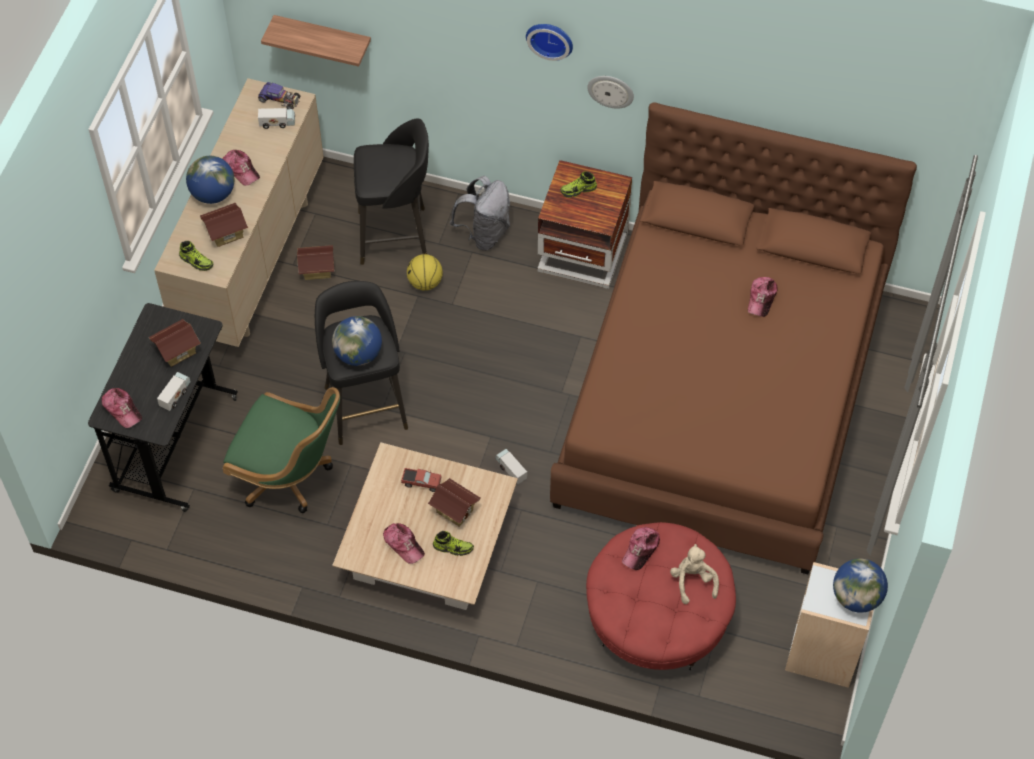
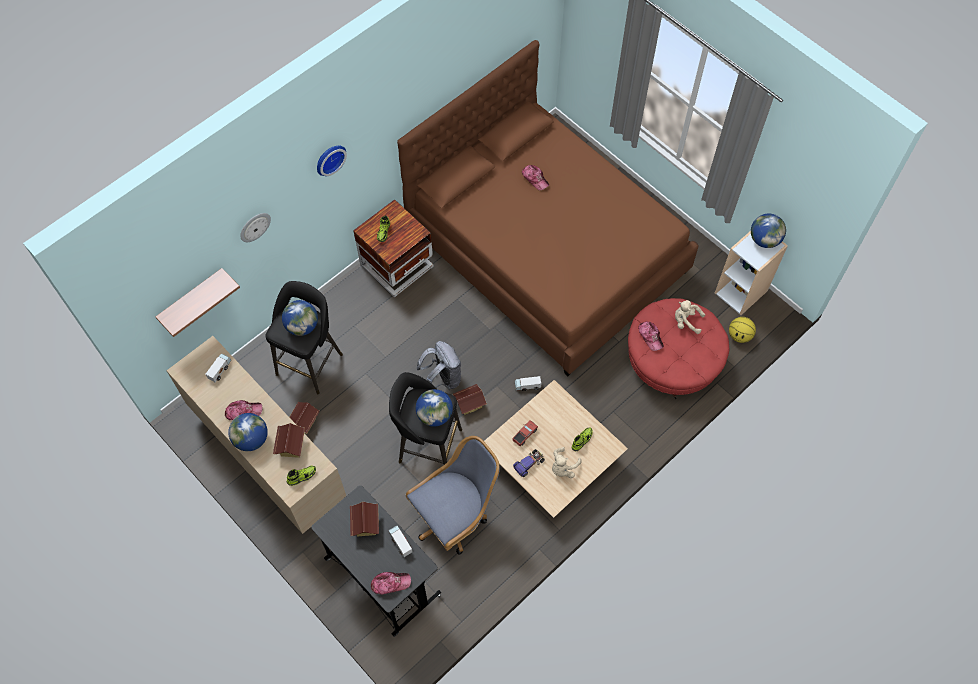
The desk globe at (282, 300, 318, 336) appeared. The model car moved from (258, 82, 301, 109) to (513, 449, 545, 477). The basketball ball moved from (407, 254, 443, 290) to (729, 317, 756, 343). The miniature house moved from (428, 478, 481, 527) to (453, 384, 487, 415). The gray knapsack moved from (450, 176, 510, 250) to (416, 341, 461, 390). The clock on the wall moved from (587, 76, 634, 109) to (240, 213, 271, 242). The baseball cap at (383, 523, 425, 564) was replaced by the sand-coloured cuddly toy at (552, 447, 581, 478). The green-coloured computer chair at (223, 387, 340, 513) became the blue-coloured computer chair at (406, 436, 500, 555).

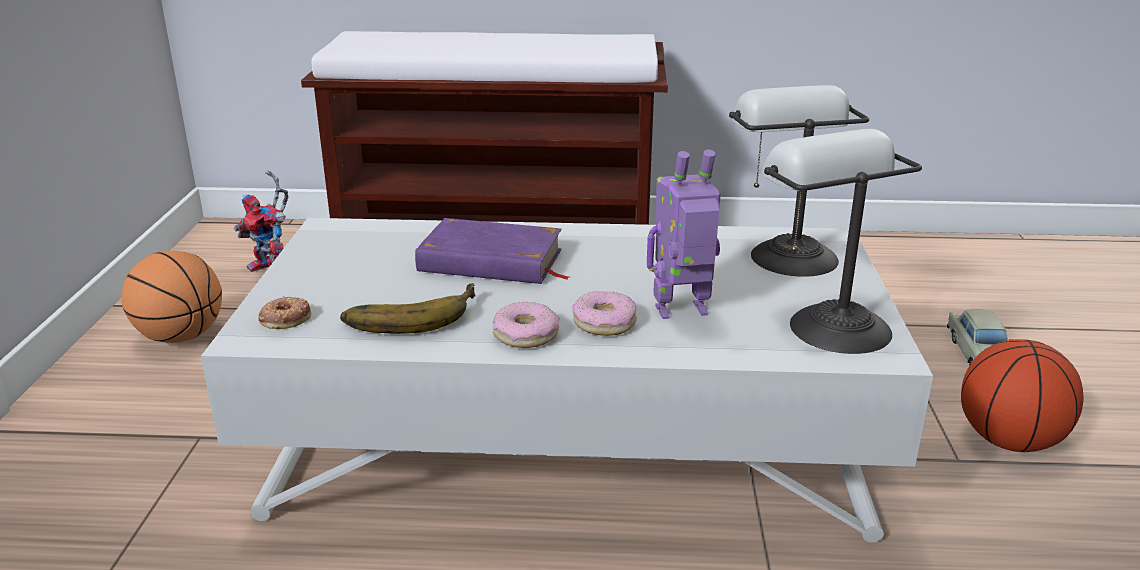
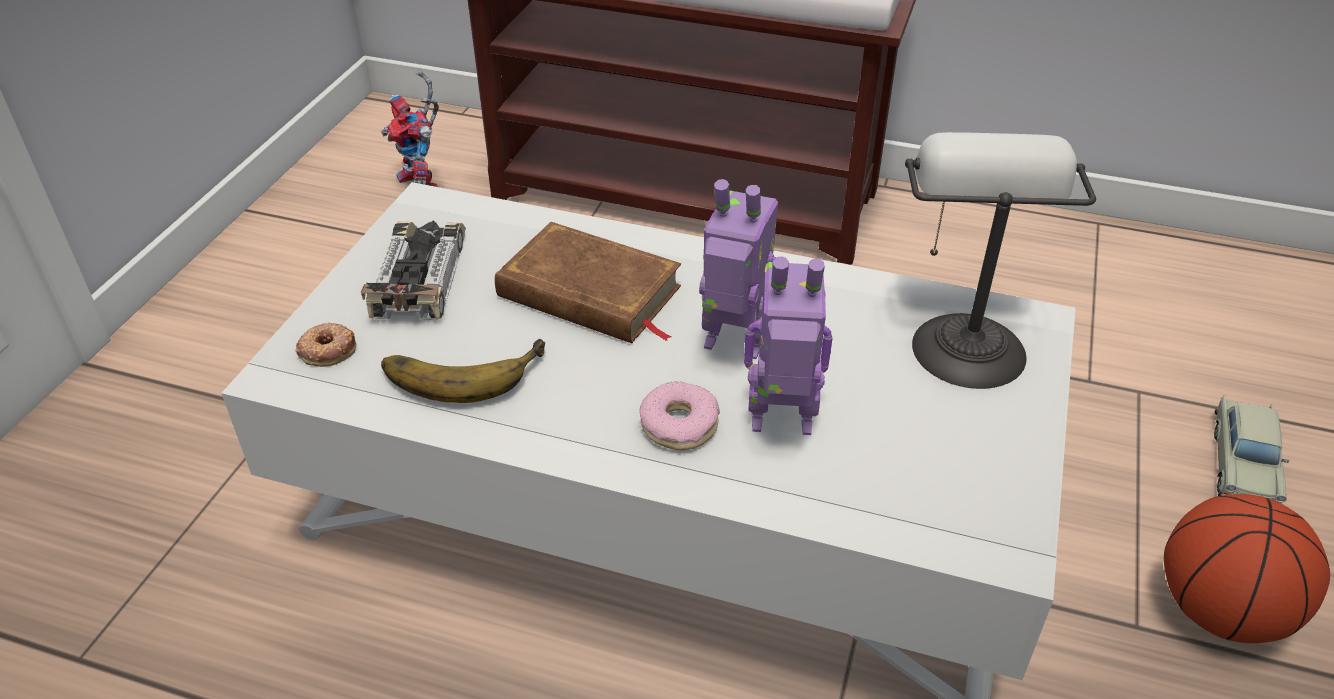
The basketball ball at (122, 251, 222, 343) disappeared. The doughnut at (492, 302, 560, 348) disappeared. The table lamp at (761, 129, 922, 354) disappeared. The model car at (360, 220, 466, 320) appeared. The model robot at (699, 179, 778, 359) appeared. The purplish volume at (415, 218, 569, 284) became the brownish volume at (495, 222, 681, 343).

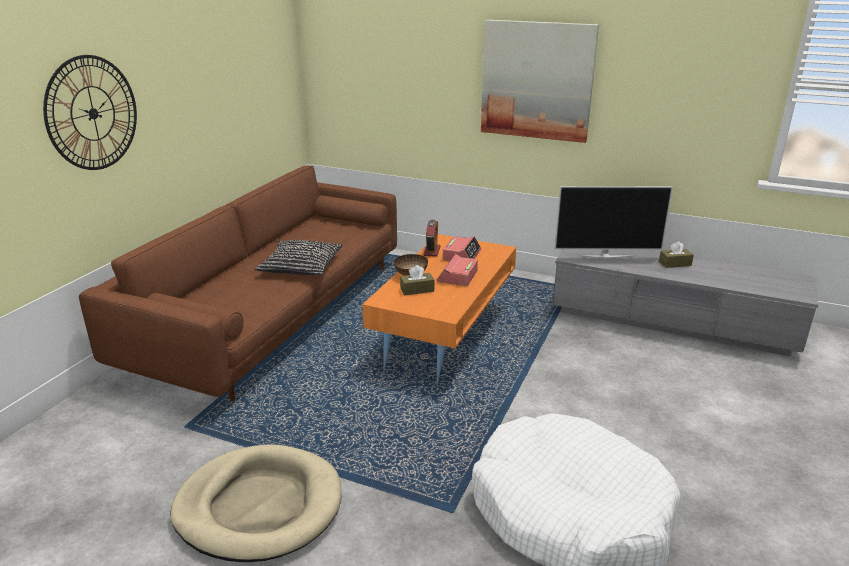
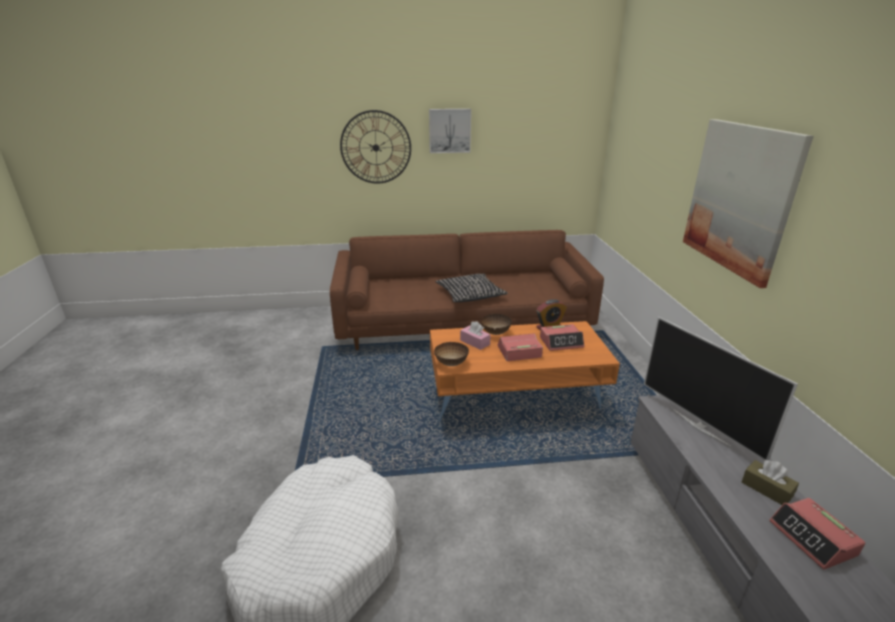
The sand-coloured pet bed at (170, 444, 342, 562) disappeared. The wall picture at (429, 109, 471, 153) appeared. The serving bowl at (434, 342, 469, 366) appeared. The bedside clock at (769, 498, 865, 570) appeared. The brownish tissue box at (400, 265, 434, 295) became the pink tissue box at (460, 321, 491, 350).

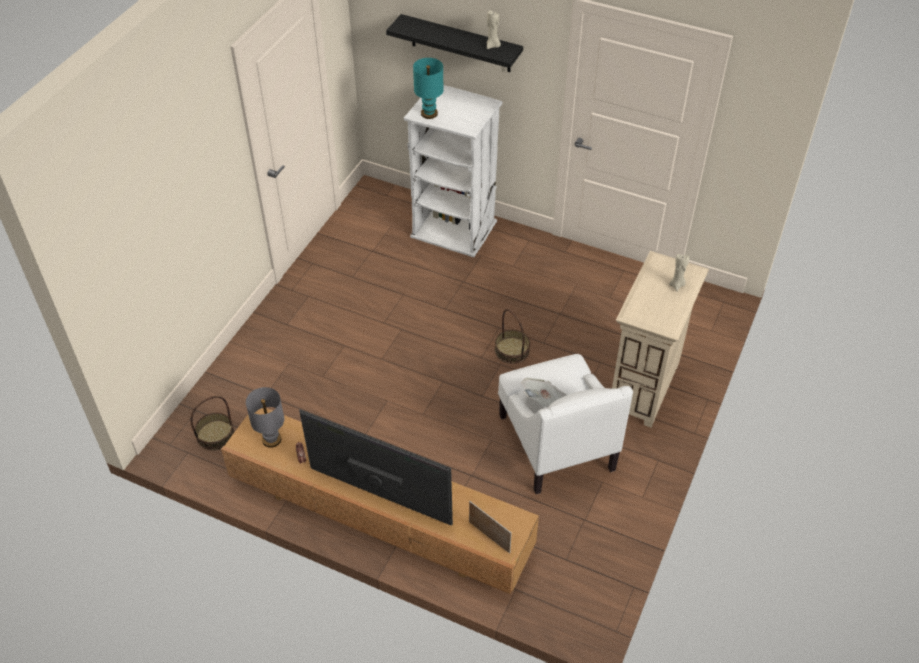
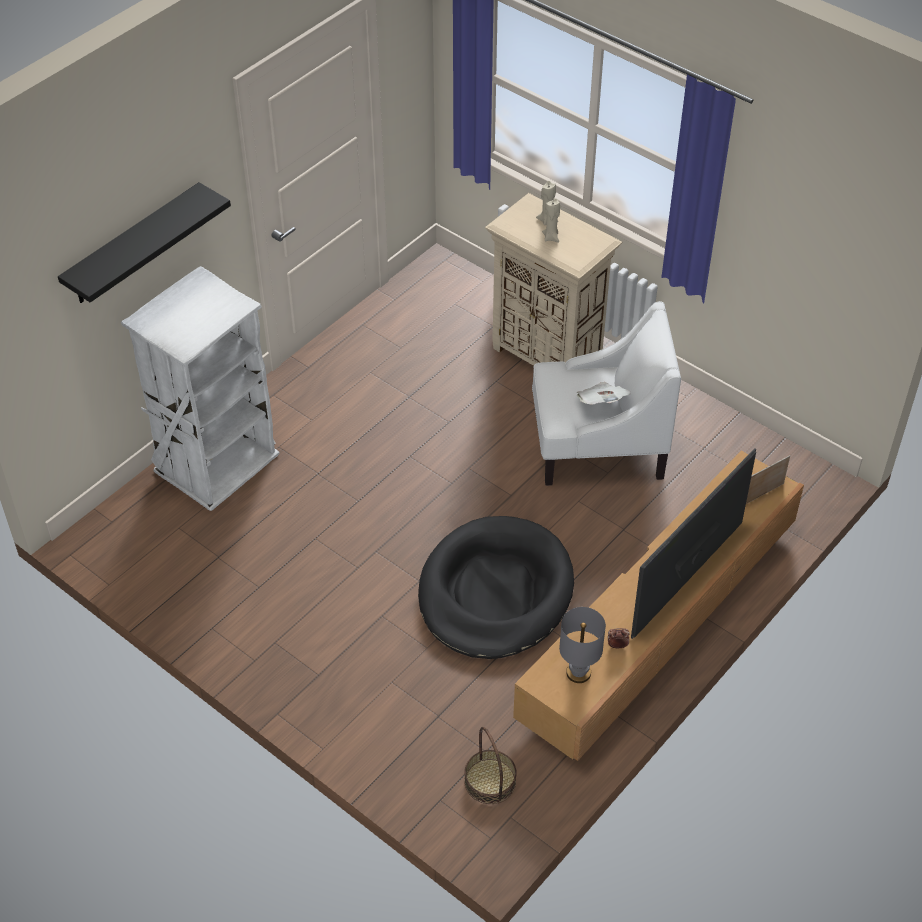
The blue-green table lamp at (413, 58, 444, 119) disappeared. The basket at (495, 309, 530, 364) disappeared. The black-coloured pet bed at (418, 516, 574, 659) appeared. The sand-coloured candle moved from (486, 10, 501, 49) to (542, 198, 560, 242).

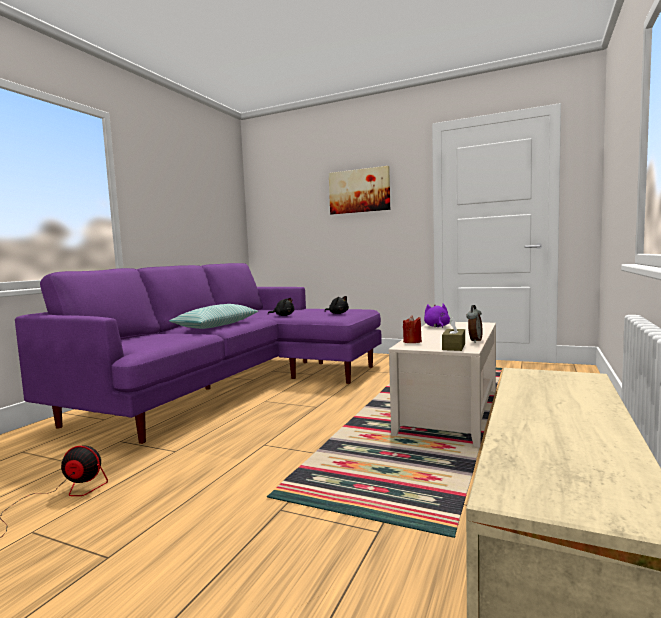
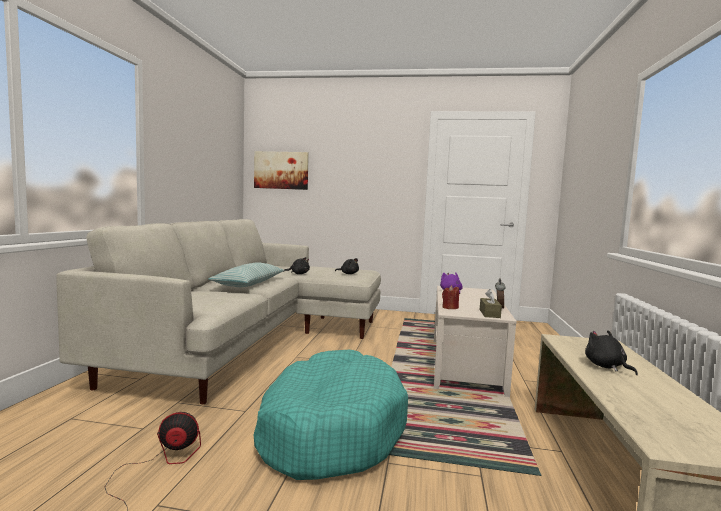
The blue-green pet bed at (254, 350, 408, 480) appeared. The black-coloured cuddly toy at (585, 330, 638, 375) appeared. The wall picture moved from (329, 166, 390, 215) to (254, 151, 309, 190). The purplish couch at (15, 263, 382, 444) became the sand-coloured couch at (56, 219, 381, 404).

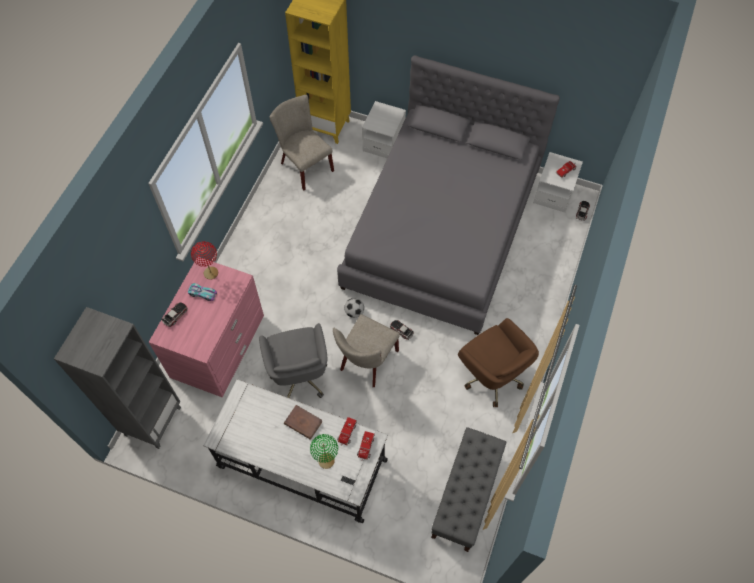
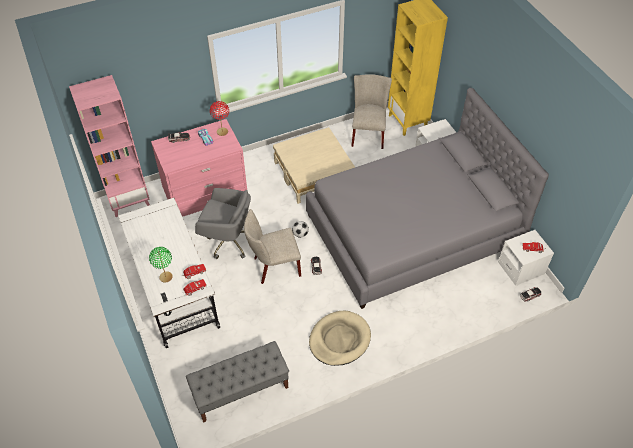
The brownish volume at (284, 405, 323, 440) disappeared. The sand-coloured lounge table at (273, 127, 355, 204) appeared. The brownish computer chair at (458, 318, 539, 407) was replaced by the sand-coloured pet bed at (309, 311, 371, 366). The gray bookcase at (54, 307, 181, 449) became the pink bookcase at (69, 75, 150, 217). The gray computer chair at (259, 323, 327, 398) turned 105 degrees counterclockwise.

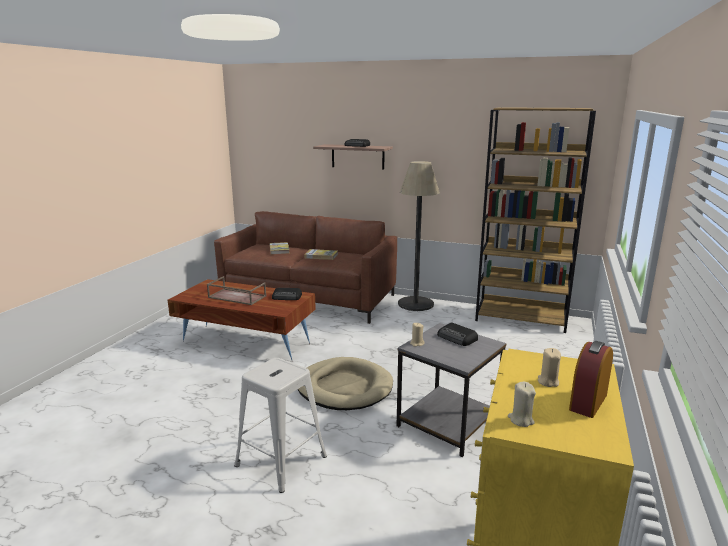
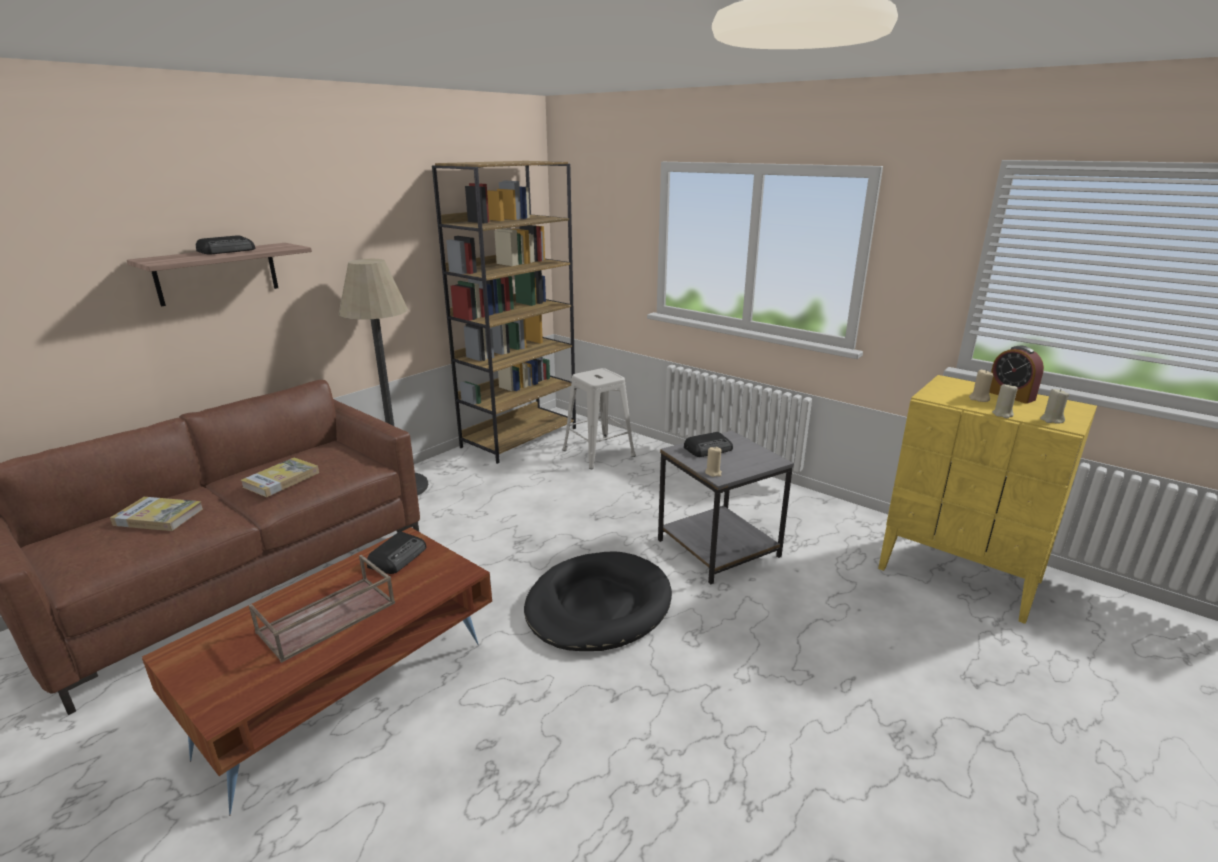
The sand-coloured candle at (992, 383, 1018, 418) appeared. The white-coloured sitting stool moved from (234, 358, 327, 493) to (563, 368, 636, 469). The sand-coloured pet bed at (297, 357, 393, 410) became the black-coloured pet bed at (524, 551, 672, 651).

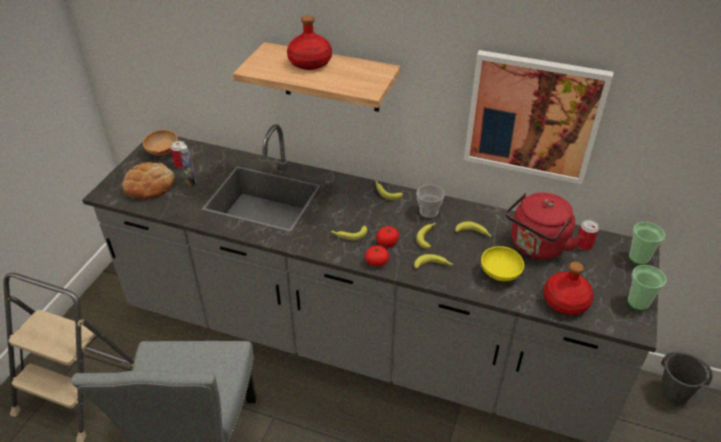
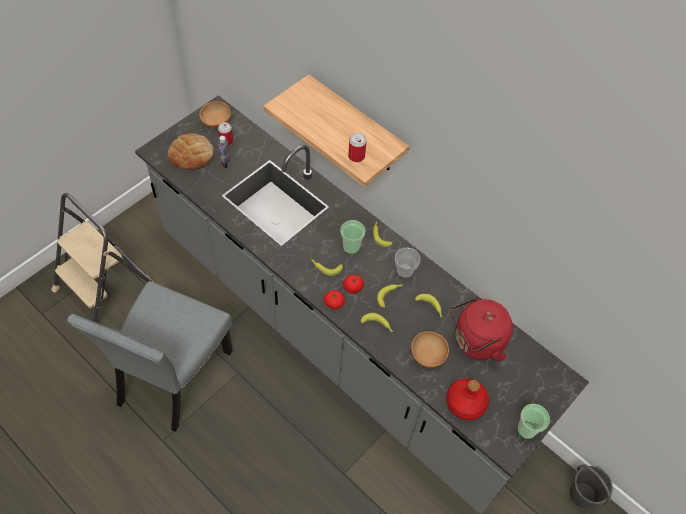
The reddish drink bottle at (287, 15, 332, 70) disappeared. The wall picture at (464, 50, 614, 184) disappeared. The metal can moved from (577, 220, 599, 250) to (348, 133, 367, 162). The cup moved from (629, 222, 665, 265) to (340, 220, 366, 254). The yellow-coloured serving bowl at (481, 246, 524, 281) became the brownish serving bowl at (411, 331, 449, 367).

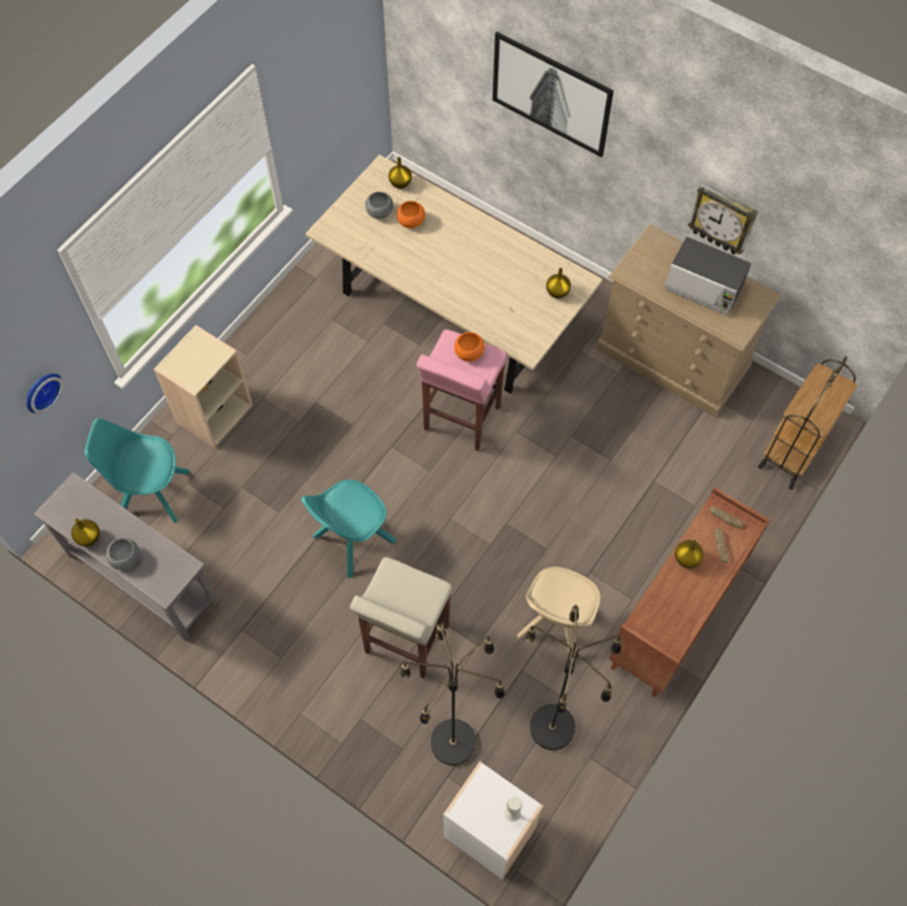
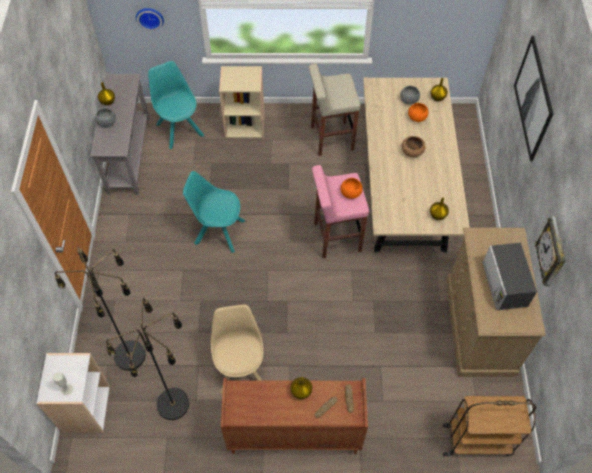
The brownish serving bowl at (402, 136, 426, 157) appeared. The sand-coloured sitting stool moved from (350, 557, 452, 679) to (309, 63, 361, 156). The sand-coloured plain chair at (517, 567, 601, 662) turned 90 degrees clockwise.

